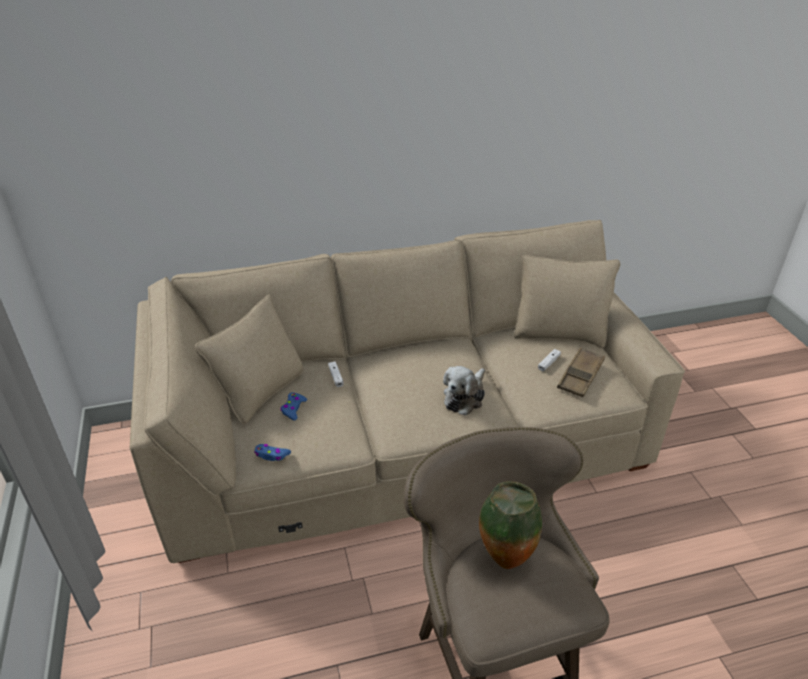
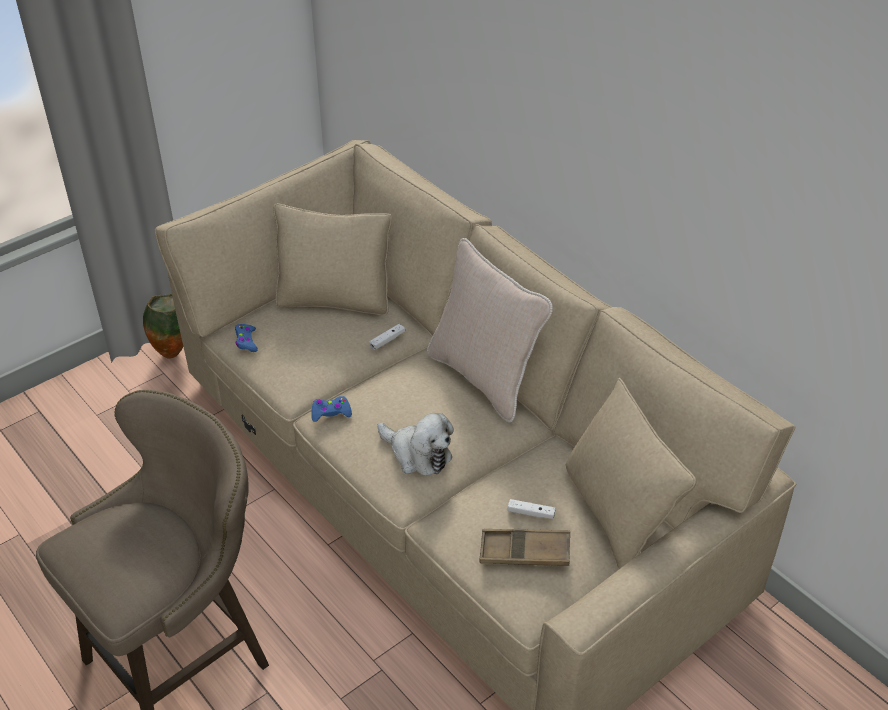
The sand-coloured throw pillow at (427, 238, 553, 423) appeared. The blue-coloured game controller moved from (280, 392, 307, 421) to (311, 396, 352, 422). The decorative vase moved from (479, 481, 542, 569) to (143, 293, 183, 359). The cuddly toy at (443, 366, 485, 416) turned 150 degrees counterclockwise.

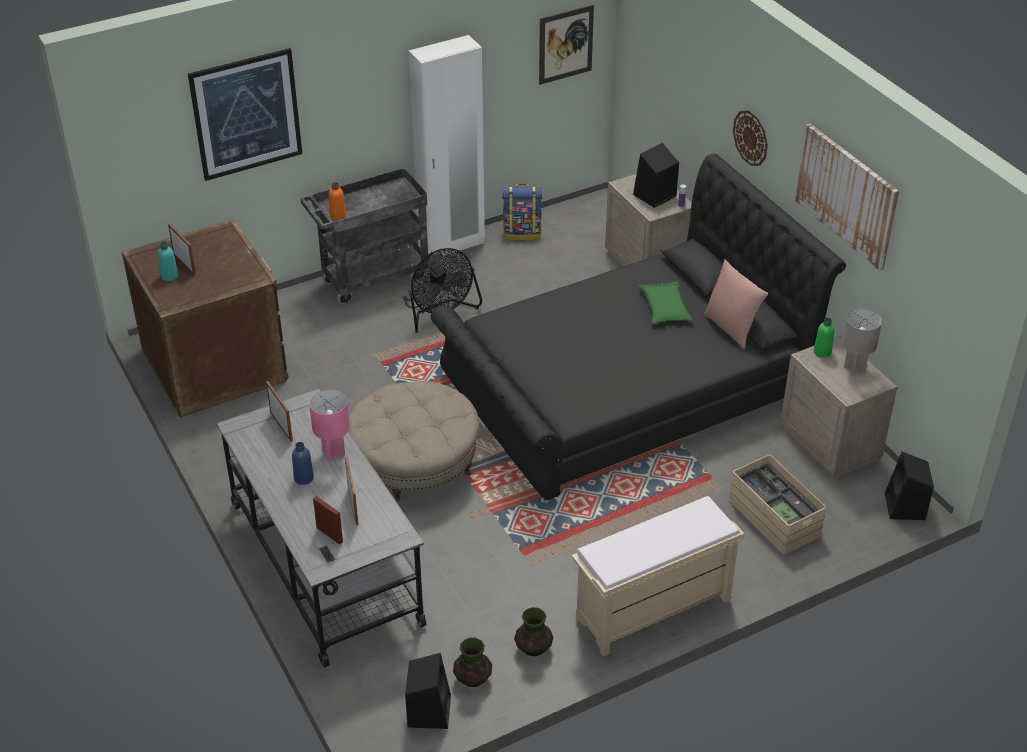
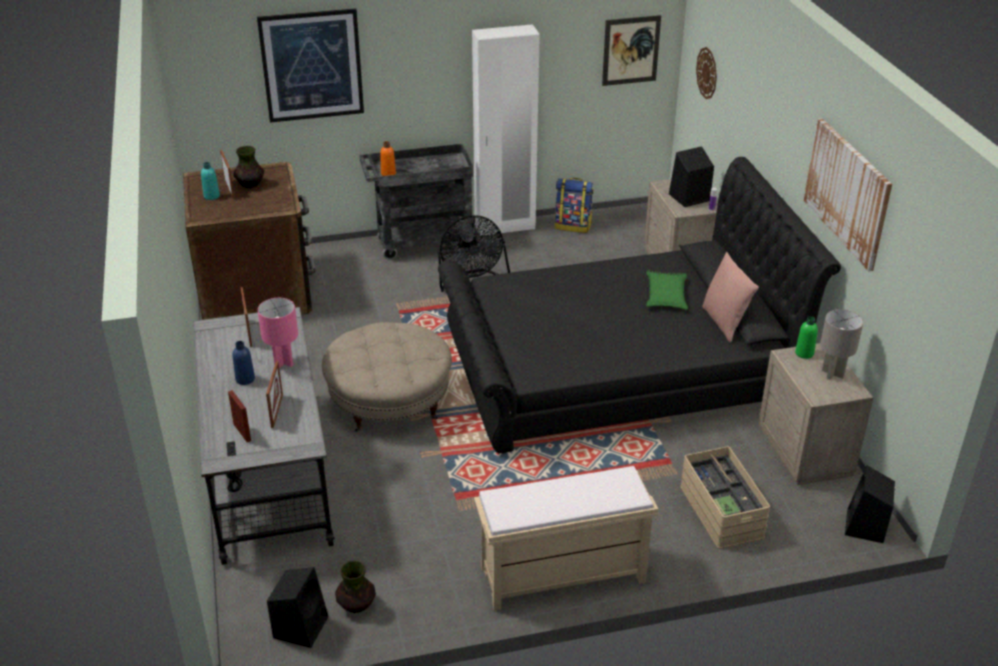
The decorative vase moved from (514, 607, 553, 656) to (233, 146, 264, 188). The clock on the wall moved from (733, 110, 768, 166) to (696, 47, 717, 99).

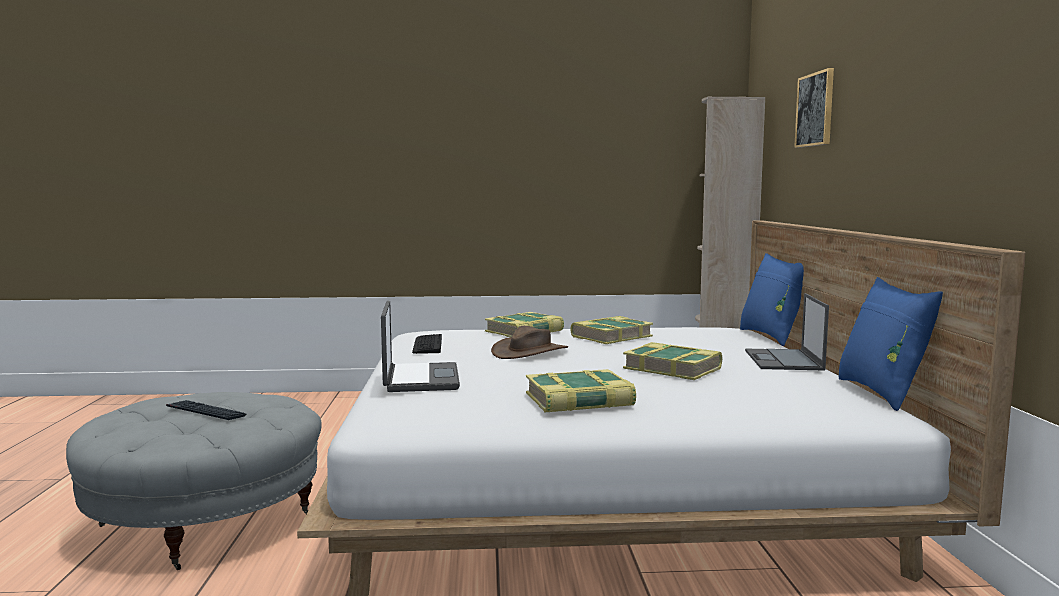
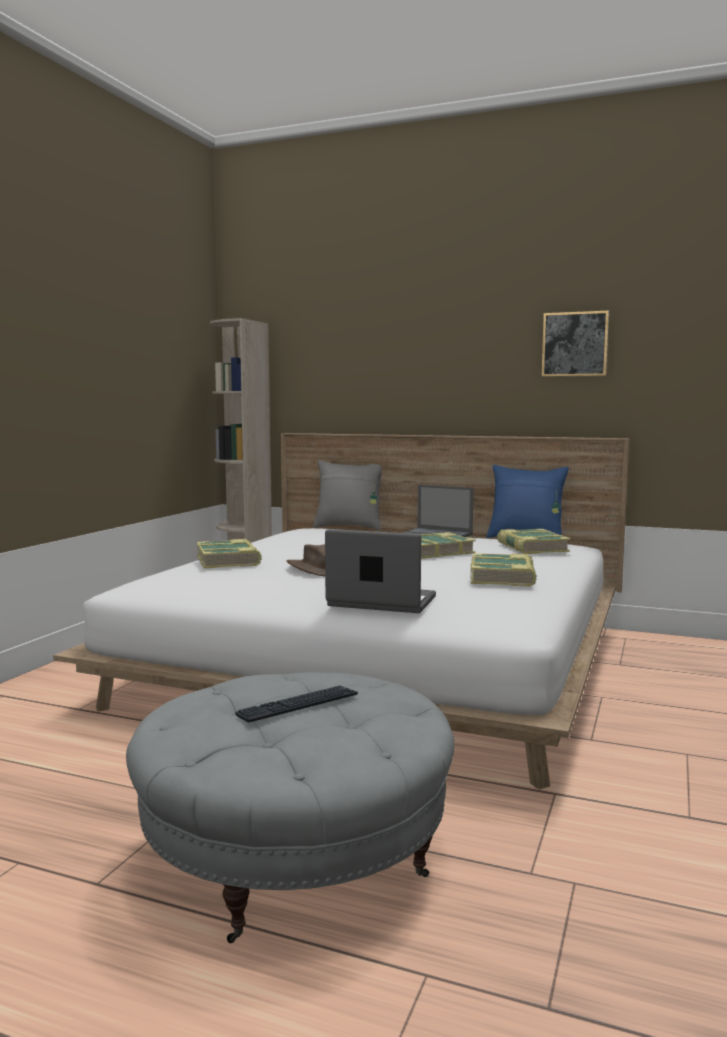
The PC keyboard at (412, 334, 442, 354) disappeared. The volume moved from (570, 316, 653, 344) to (497, 529, 570, 554). The wall picture moved from (794, 68, 834, 148) to (542, 311, 609, 377). The blue-coloured throw pillow at (740, 253, 804, 346) became the gray throw pillow at (313, 460, 382, 531).

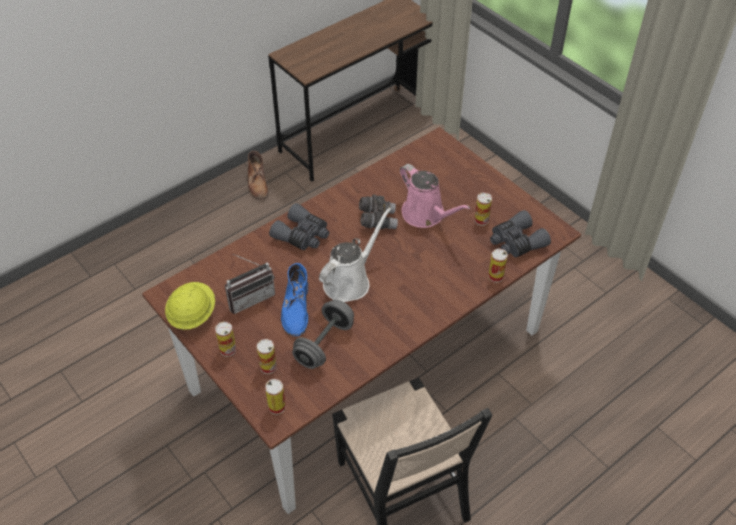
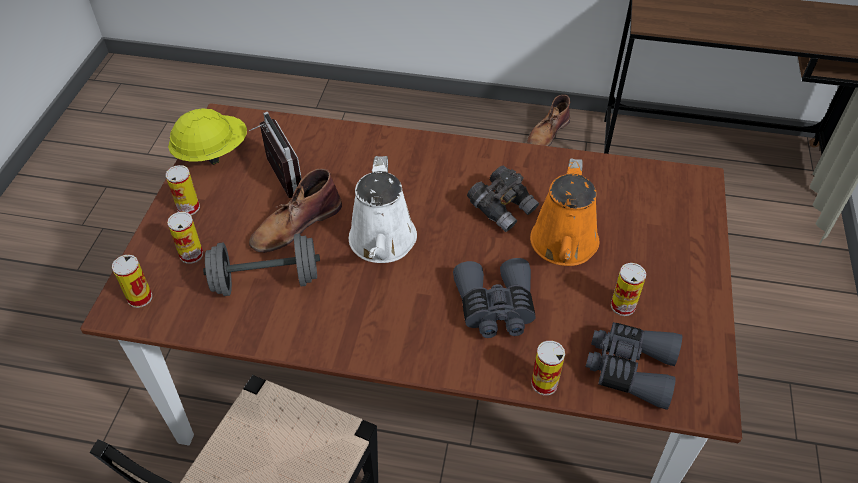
The gray pair of binoculars moved from (269, 203, 329, 250) to (453, 258, 535, 338). The blue-coloured boot at (281, 263, 308, 337) became the brownish boot at (249, 168, 342, 252). The pink watering pot at (400, 164, 471, 228) became the orangey watering pot at (530, 158, 599, 266). The radio at (225, 254, 275, 314) turned 135 degrees counterclockwise. The white-coloured watering pot at (319, 207, 391, 302) turned 90 degrees clockwise.

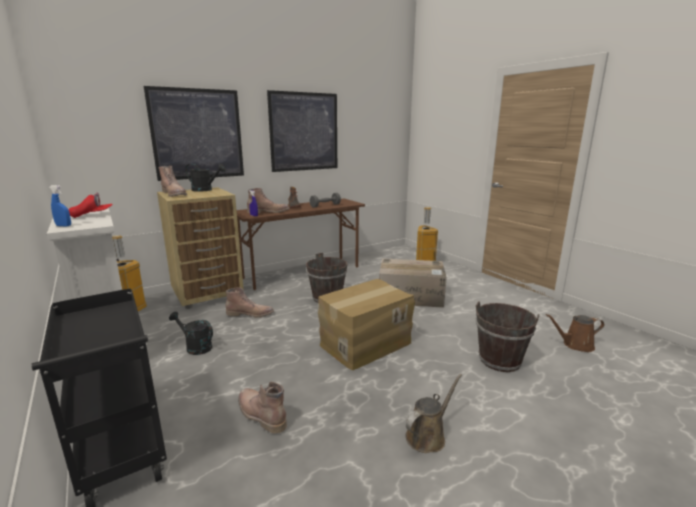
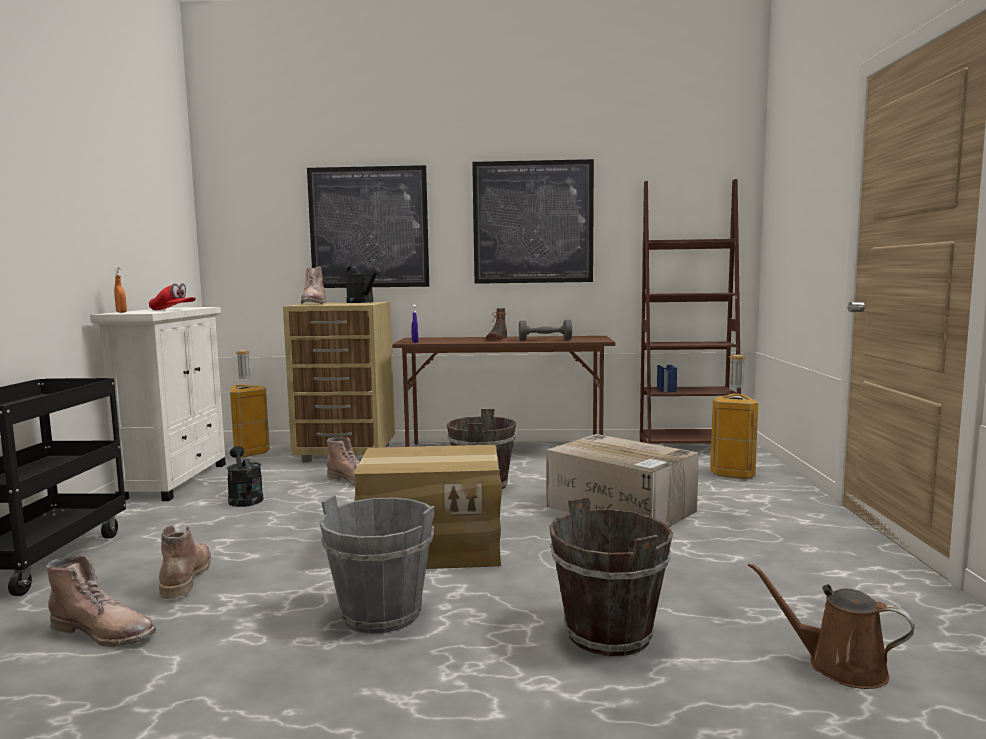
The brownish watering pot at (405, 374, 462, 453) disappeared. The gray pail at (319, 495, 435, 634) appeared. The brownish bookcase at (640, 179, 741, 444) appeared. The brownish boot moved from (247, 188, 289, 213) to (46, 556, 156, 647). The blue-coloured hand sprayer at (49, 185, 71, 227) became the orangey hand sprayer at (114, 266, 127, 313).

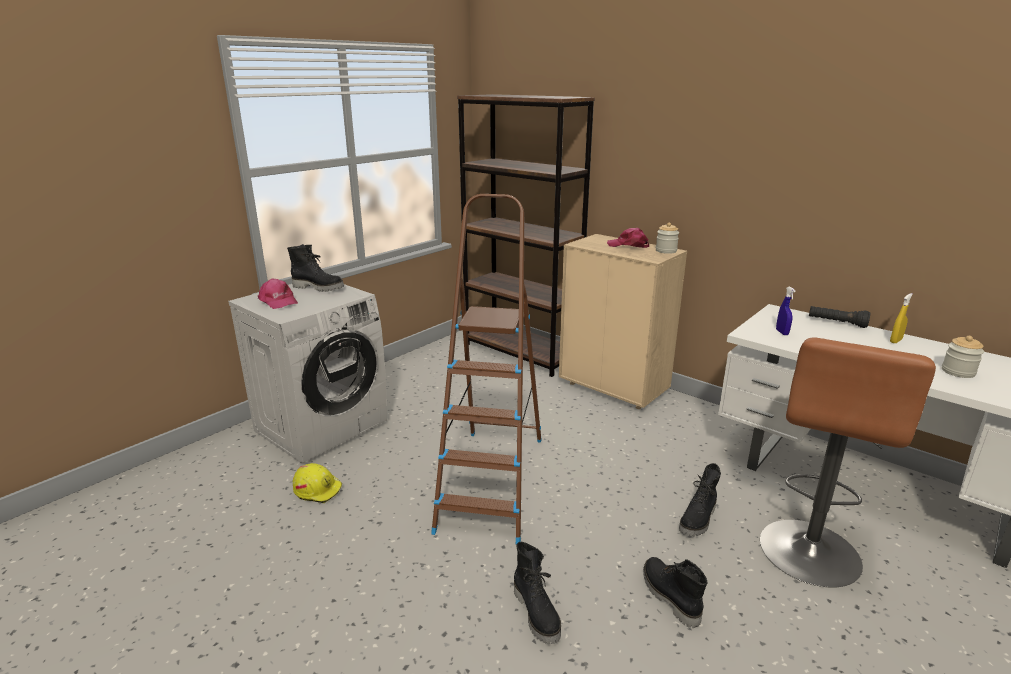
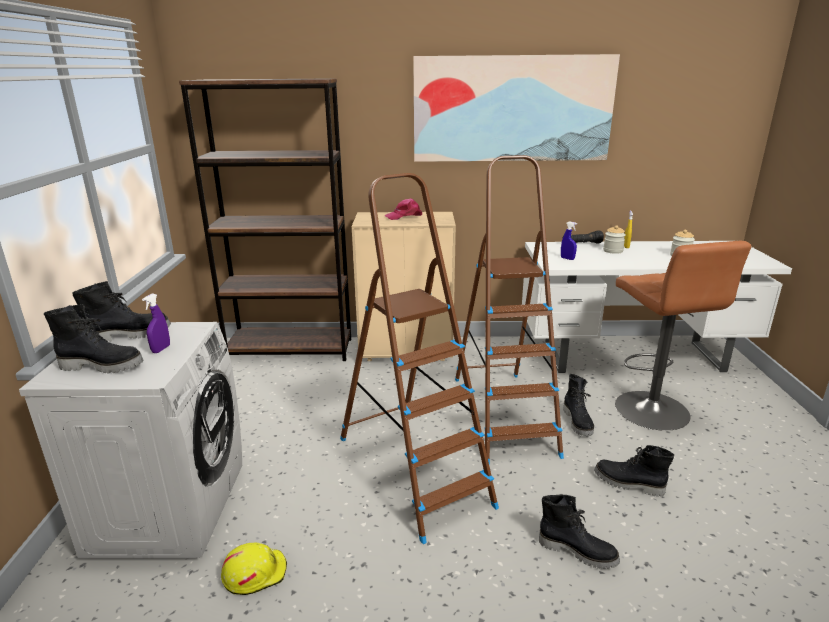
The purplish hand sprayer at (142, 293, 170, 353) appeared. The wall picture at (413, 54, 620, 162) appeared. The brownish step ladder at (455, 155, 564, 465) appeared. The jar moved from (656, 223, 679, 254) to (603, 225, 626, 254). The pink baseball cap at (257, 279, 298, 309) was replaced by the black-coloured boot at (44, 304, 144, 373).

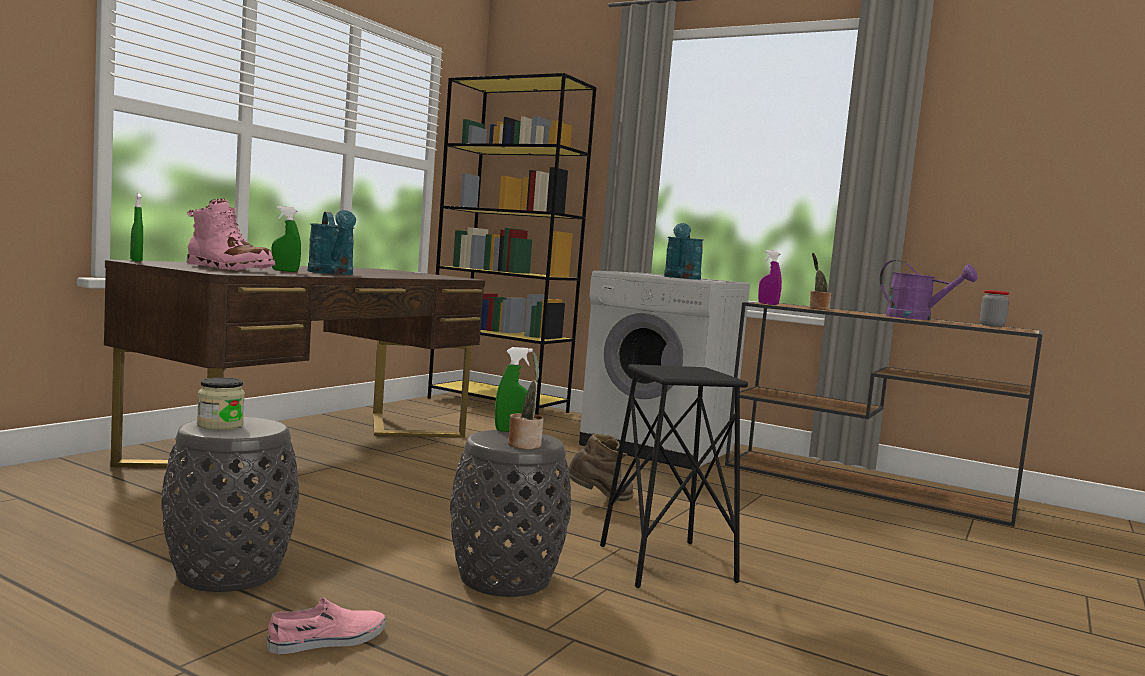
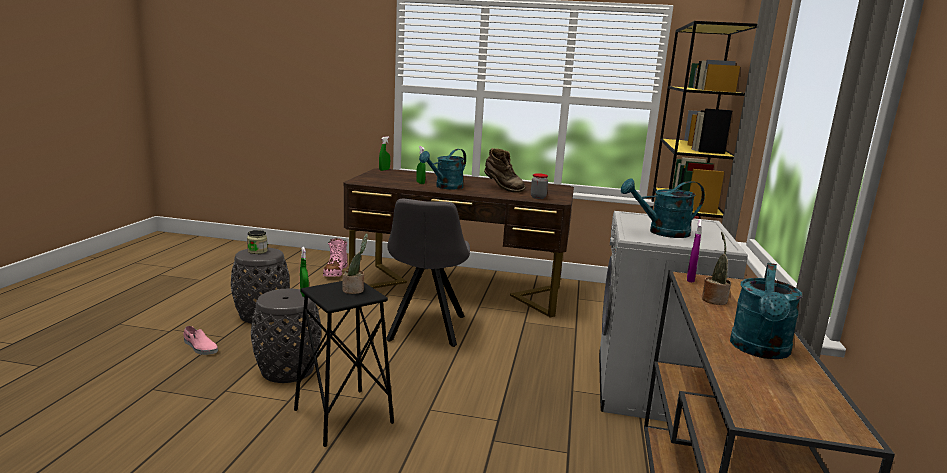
The gray plain chair at (386, 199, 470, 347) appeared. The pink boot moved from (186, 199, 275, 271) to (323, 238, 347, 277). The houseplant moved from (508, 351, 544, 449) to (342, 234, 368, 294). The brownish boot moved from (568, 434, 634, 501) to (484, 148, 526, 193). The jar moved from (979, 290, 1009, 327) to (531, 173, 548, 199). The purplish watering pot at (880, 260, 978, 320) became the blue-green watering pot at (730, 263, 802, 359).

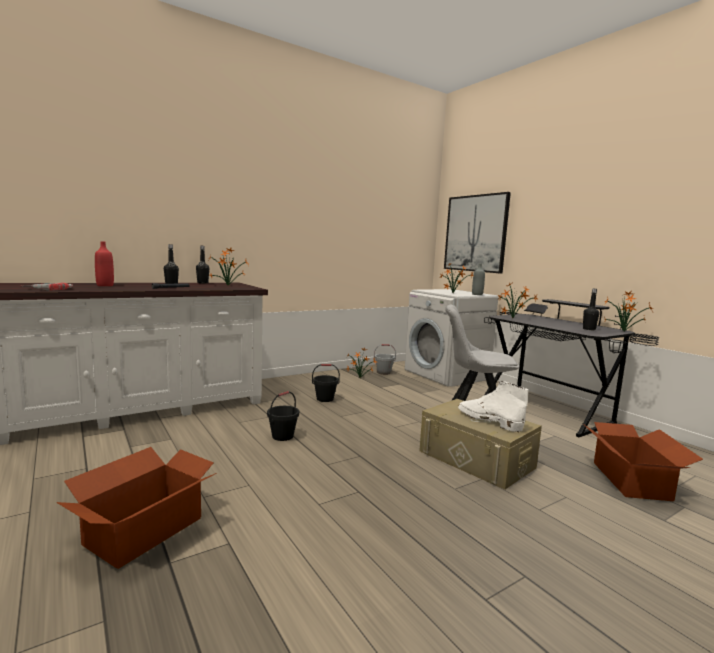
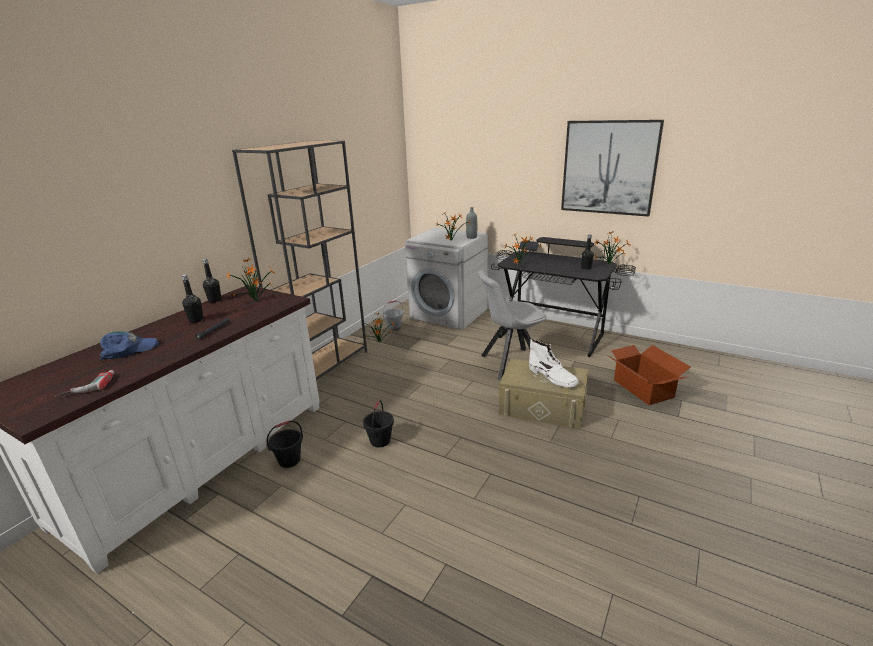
The carton at (56, 447, 217, 569) disappeared. The bookcase at (232, 141, 367, 380) appeared. The black-coloured pail moved from (312, 364, 340, 402) to (267, 421, 303, 468). The wall picture moved from (444, 192, 511, 273) to (561, 120, 664, 217). The reddish drink bottle at (95, 241, 114, 286) was replaced by the blue-coloured baseball cap at (99, 331, 159, 361). The white-coloured boot at (458, 381, 529, 433) turned 150 degrees counterclockwise.

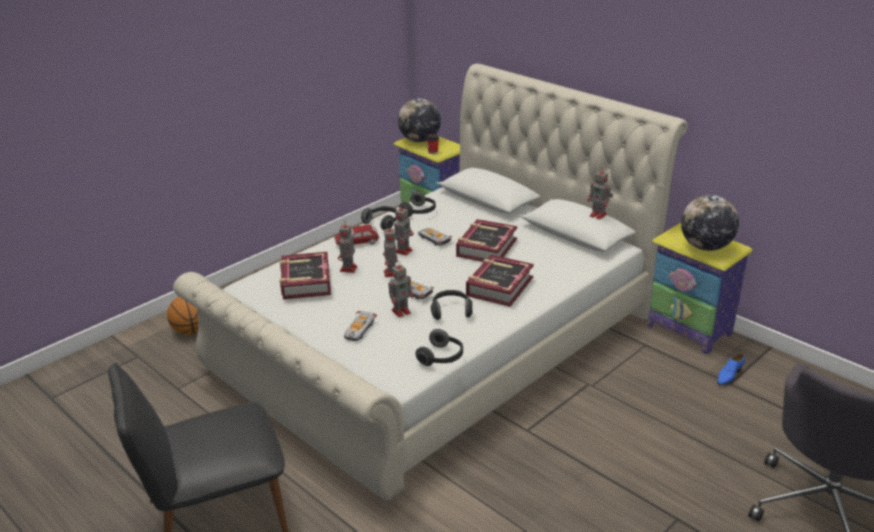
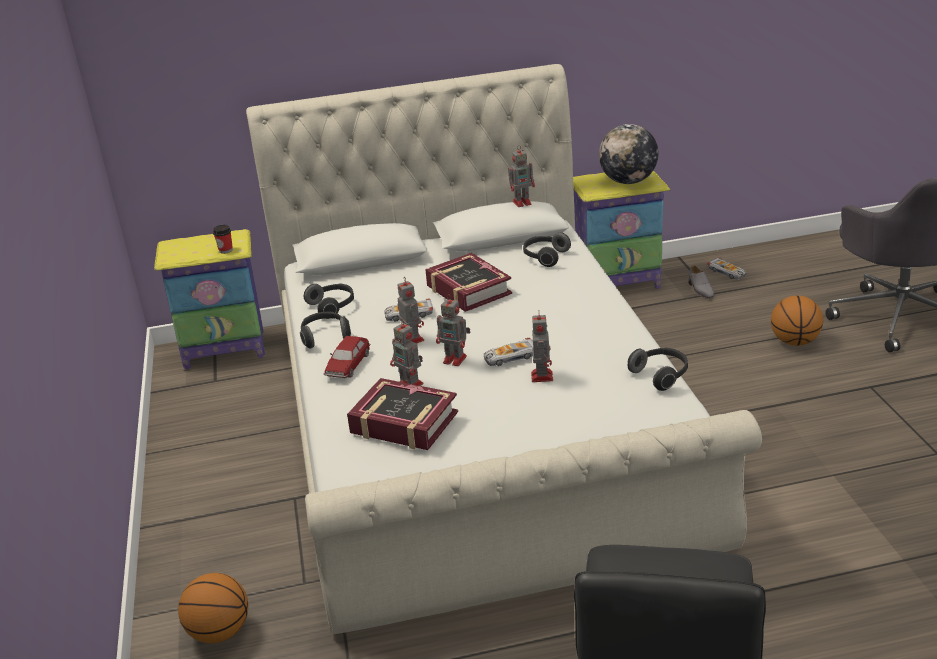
The desk globe at (398, 99, 441, 142) disappeared. The volume at (466, 255, 534, 307) disappeared. The basketball ball at (771, 295, 823, 346) appeared. The model car moved from (344, 311, 377, 341) to (707, 257, 747, 280). The headset moved from (431, 290, 473, 320) to (523, 232, 571, 267). The blue-coloured shoe at (717, 353, 745, 385) became the gray shoe at (688, 265, 714, 299).

